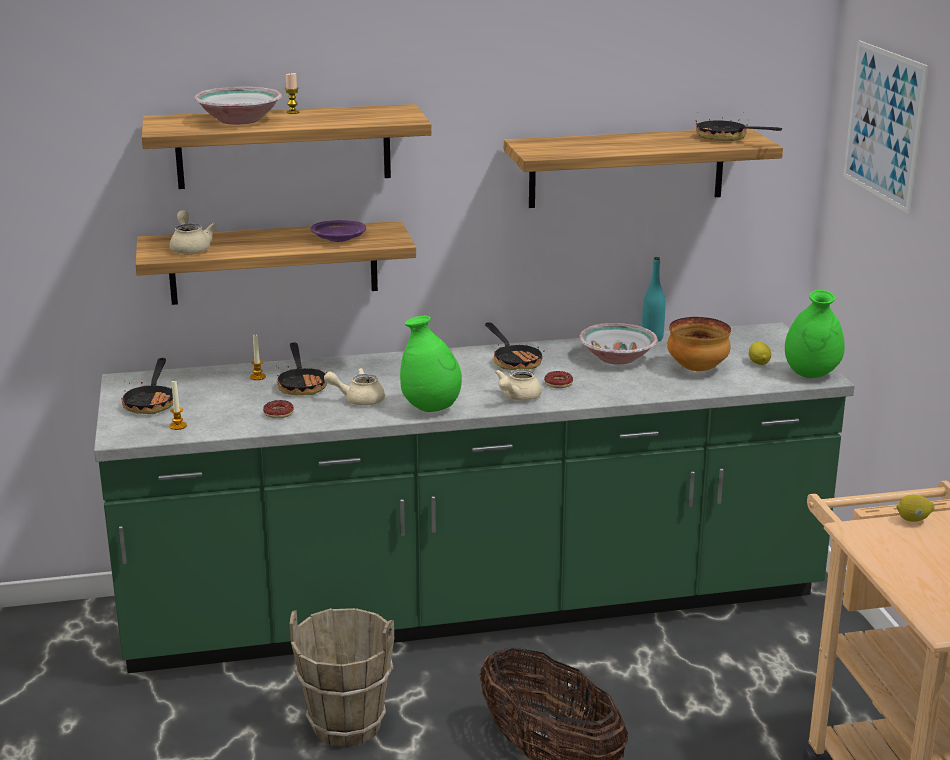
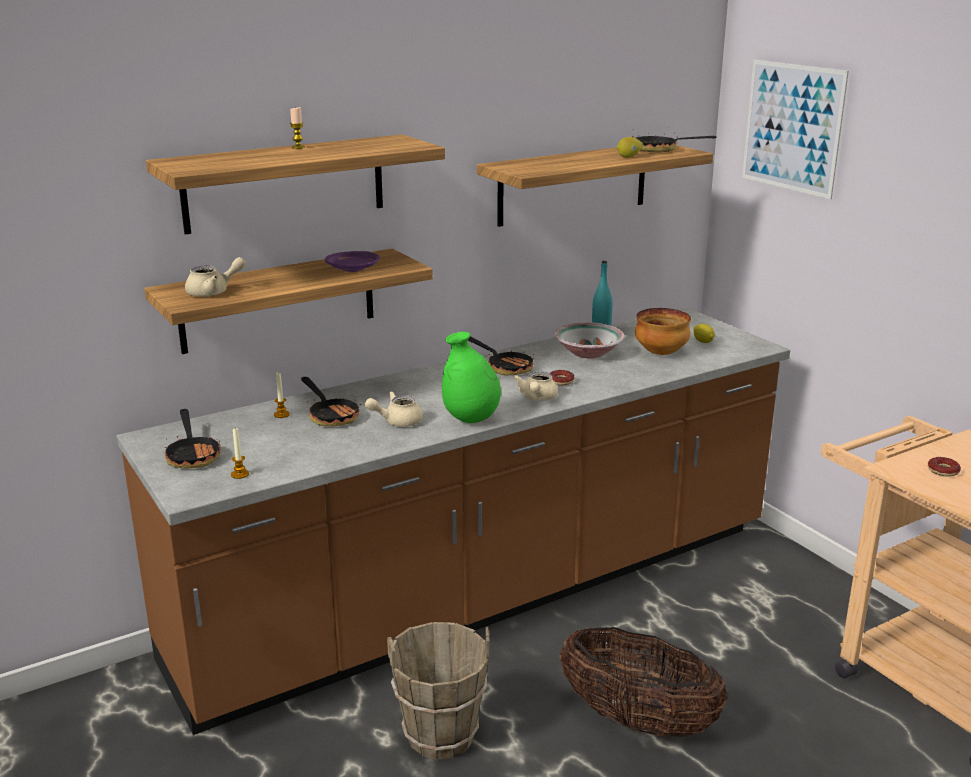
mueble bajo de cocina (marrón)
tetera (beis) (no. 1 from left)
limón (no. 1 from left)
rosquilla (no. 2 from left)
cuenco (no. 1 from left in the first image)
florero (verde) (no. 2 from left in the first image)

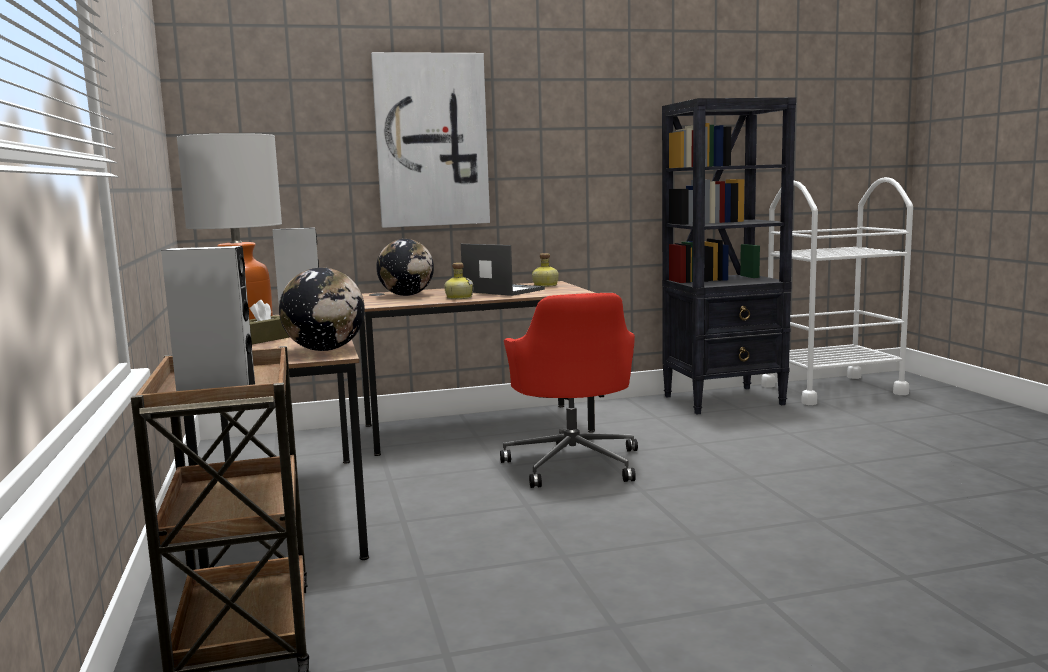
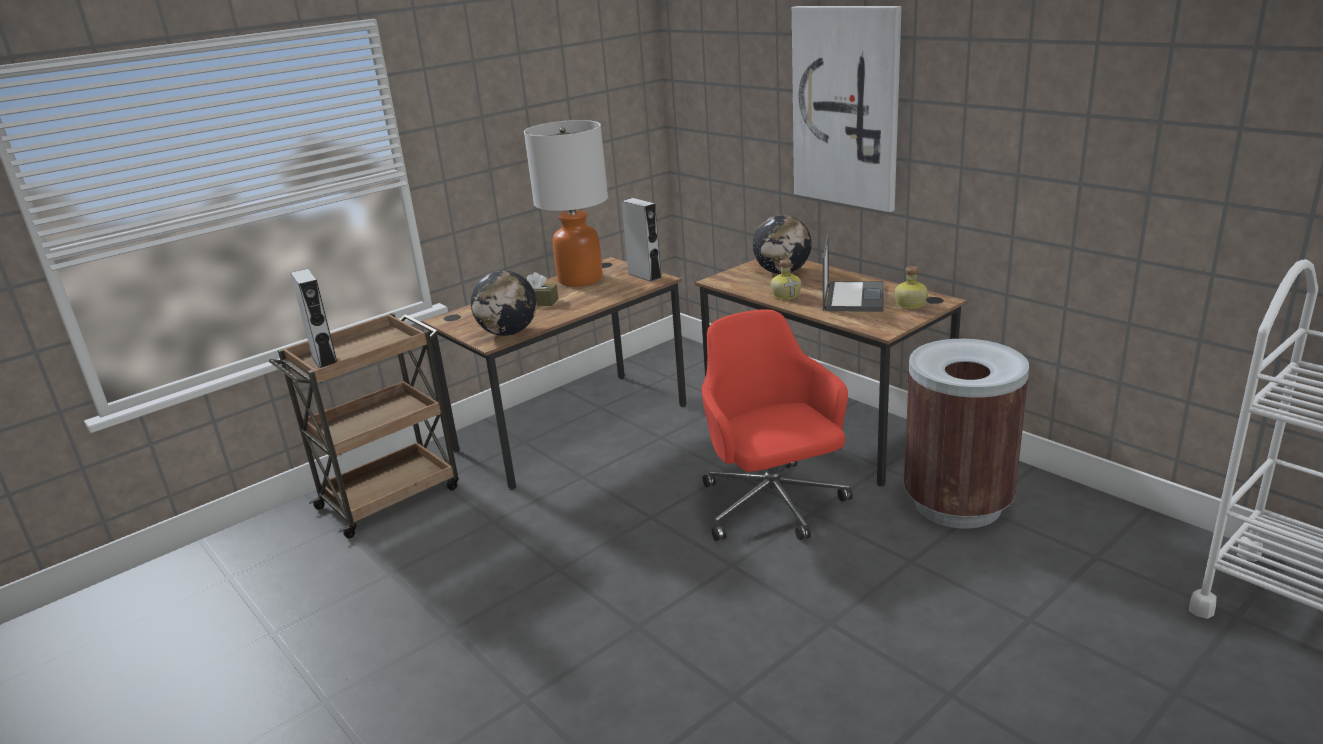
silla de oficina (rojo)
papelera (marrón)
estantería (negro)

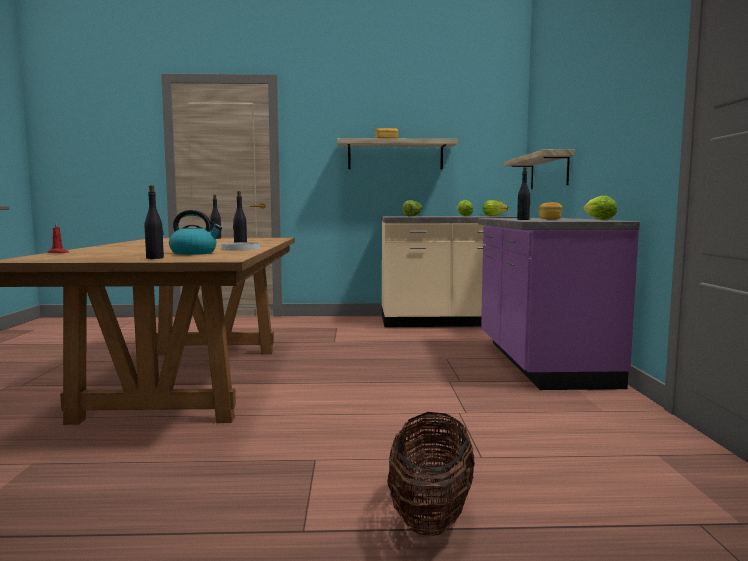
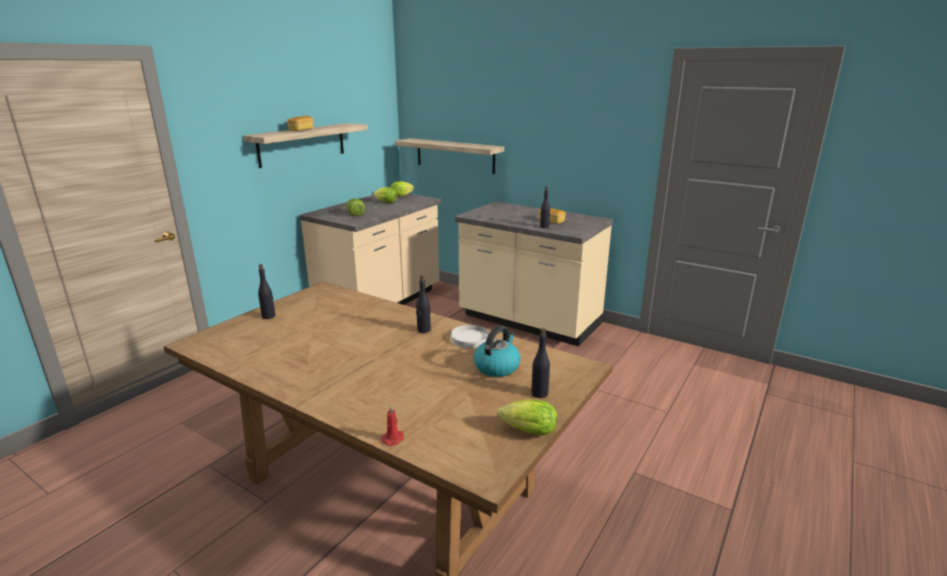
mueble bajo de cocina (beis) (no. 2 from left)
lechuga (no. 4 from left)
cesta

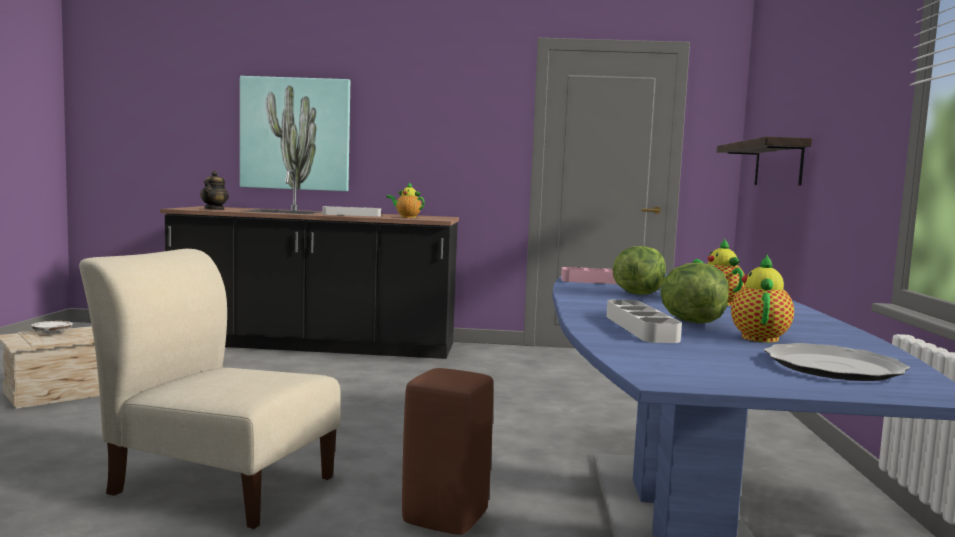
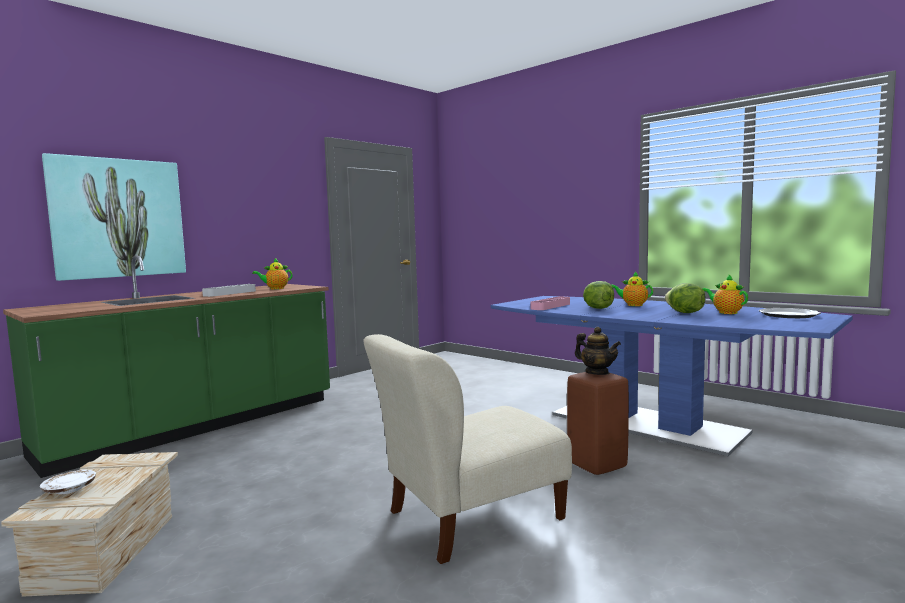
mueble bajo de cocina (verde)
tetera (no. 2 from left)
bandeja (gris) (no. 2 from left in the first image)
estante

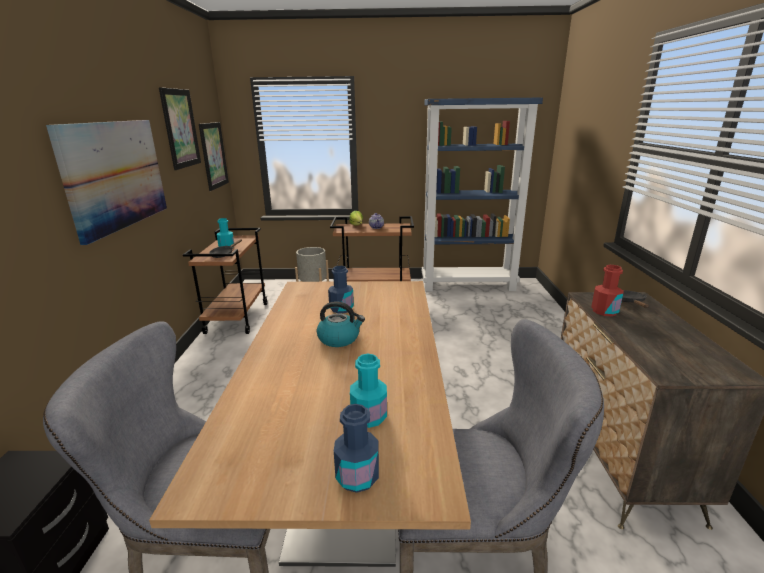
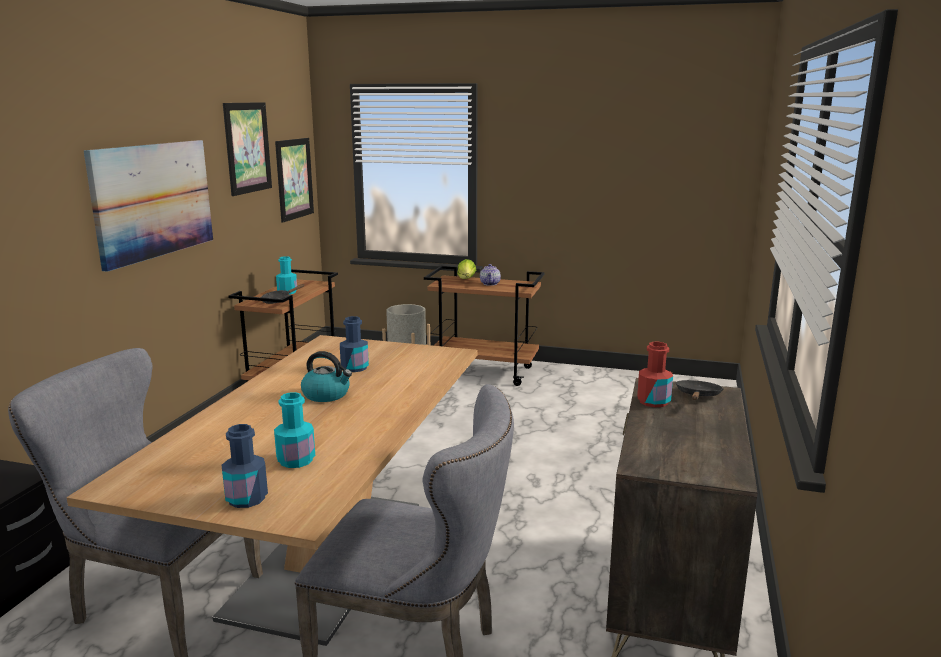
estantería (azul)

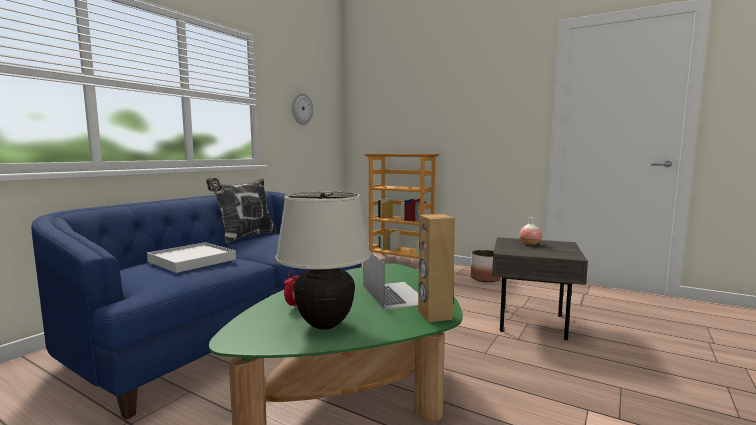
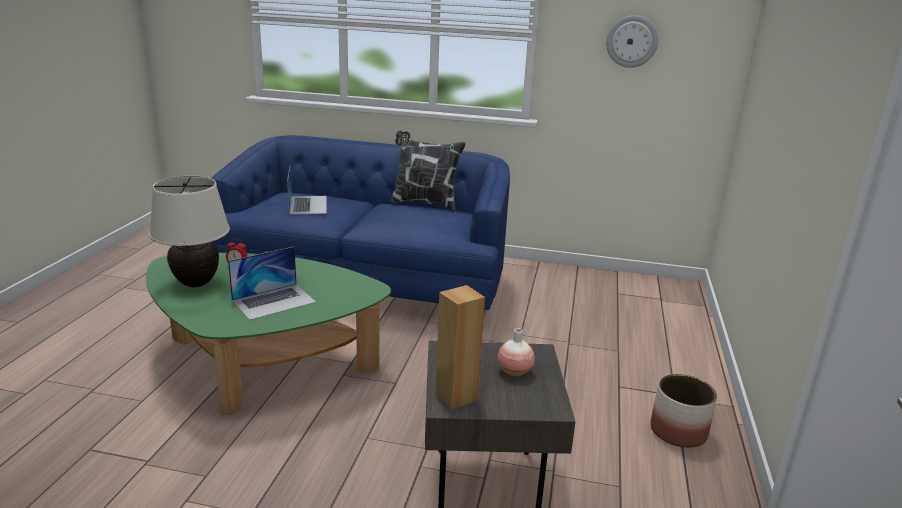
portátil (no. 2 from left)
altavoz (marrón)
estantería

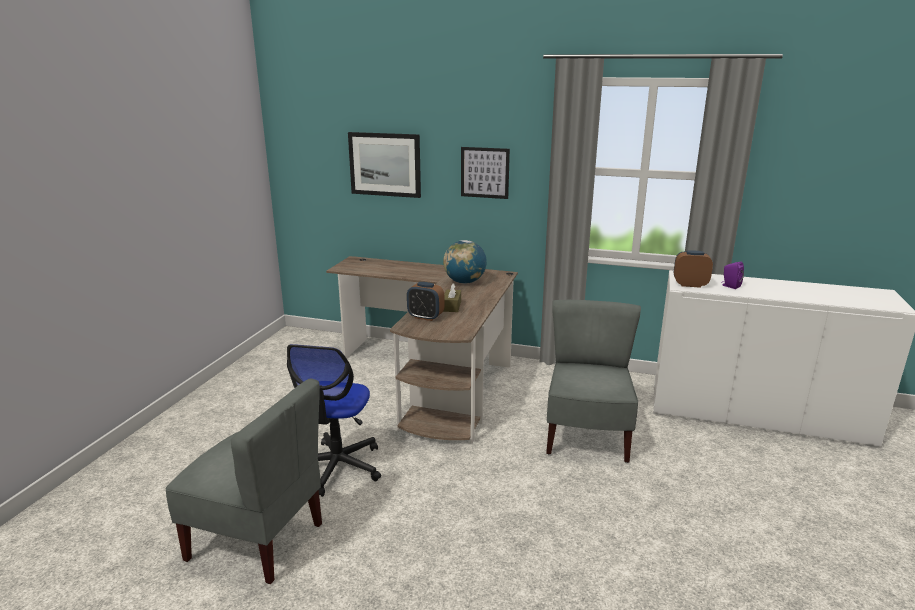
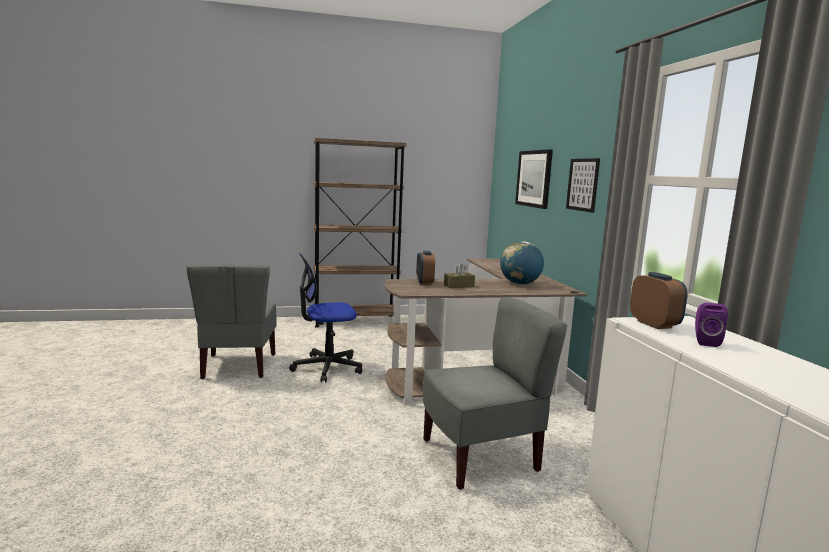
estantería (marrón)

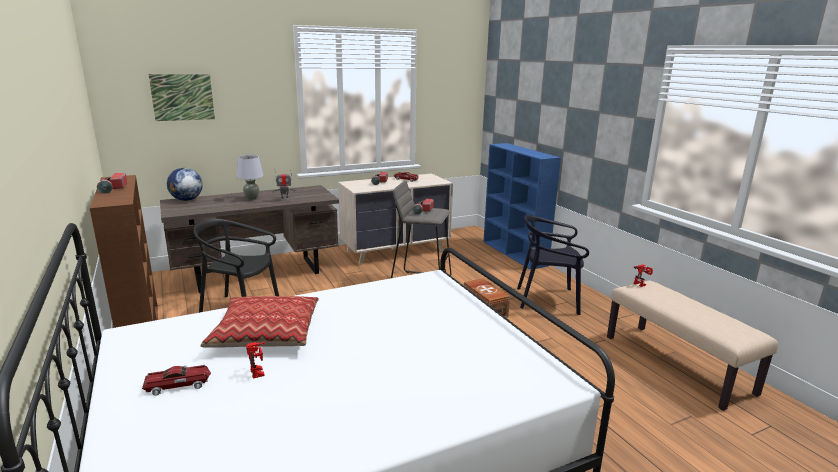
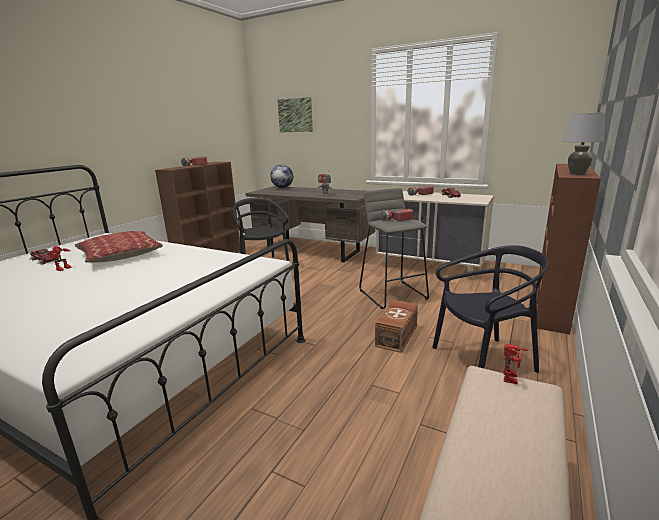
silla (negro) (no. 2 from left)
estantería (marrón) (no. 2 from left)
lámpara de mesa (gris)

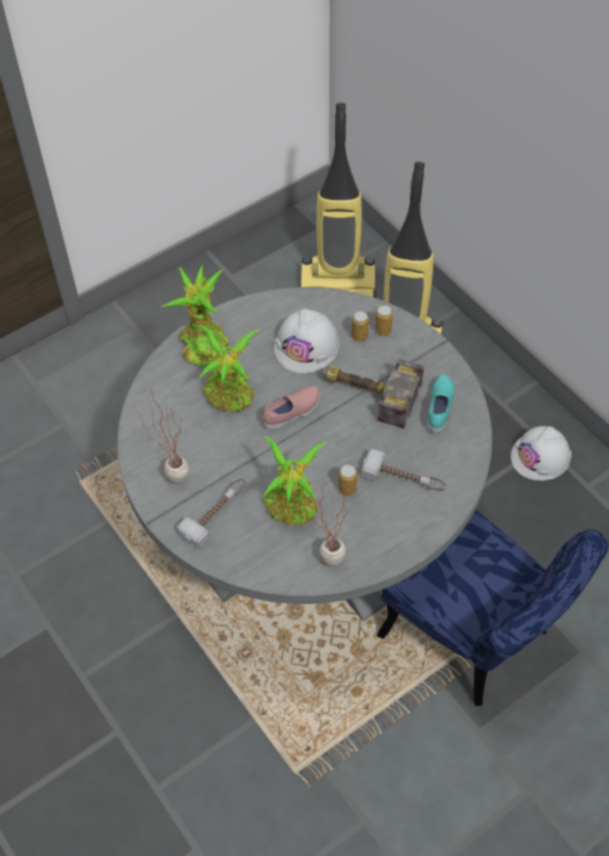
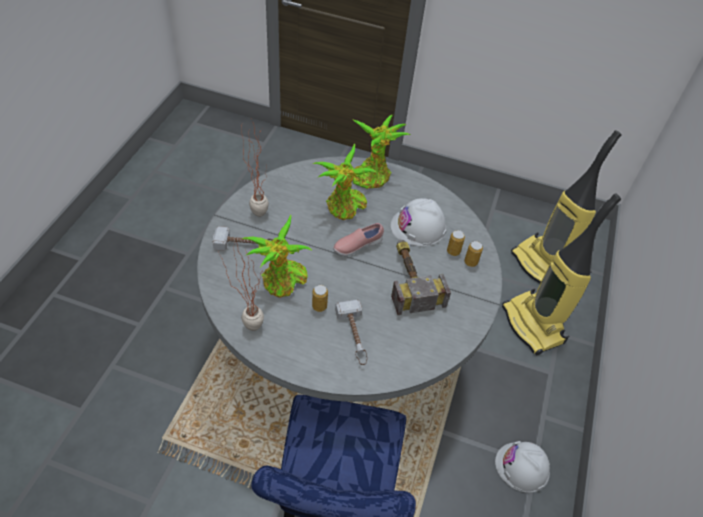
zapato (rosa)
zapato (turquesa)

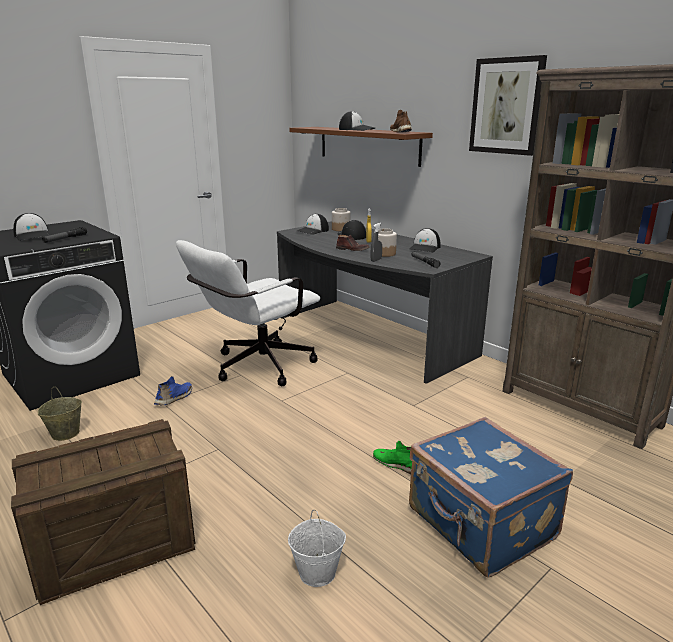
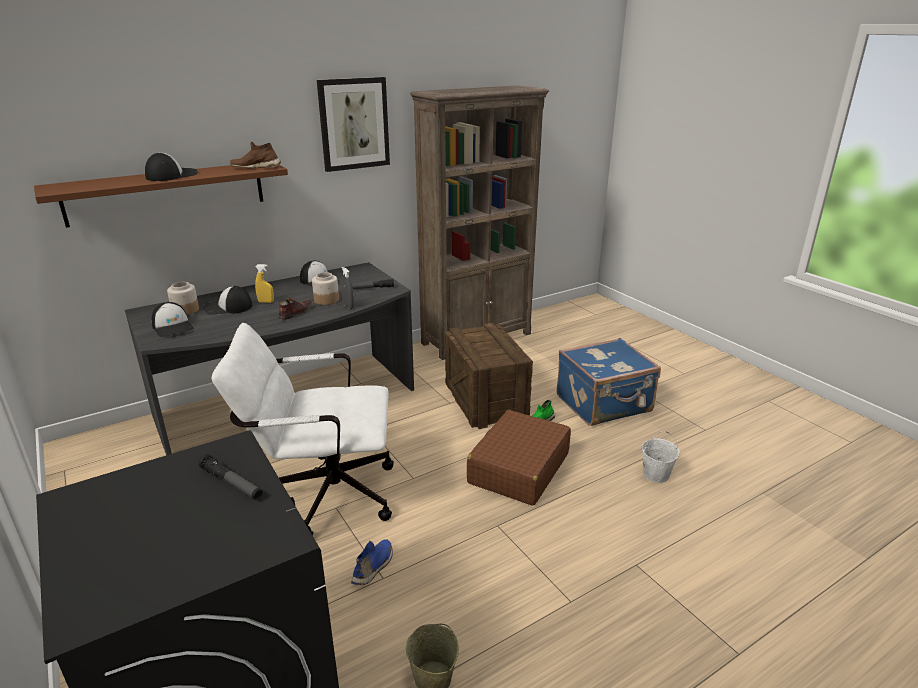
silla de oficina (blanco)
zapato (azul)
caja de embalaje
maleta (marrón)
gorra (no. 1 from left in the first image)

